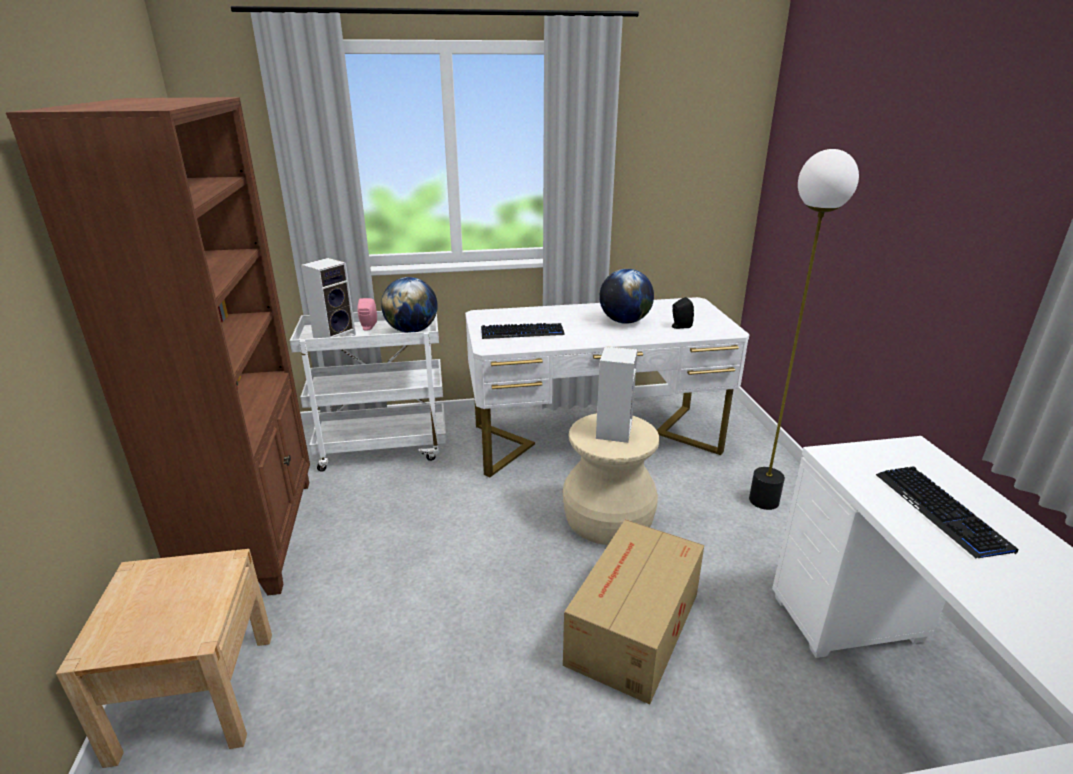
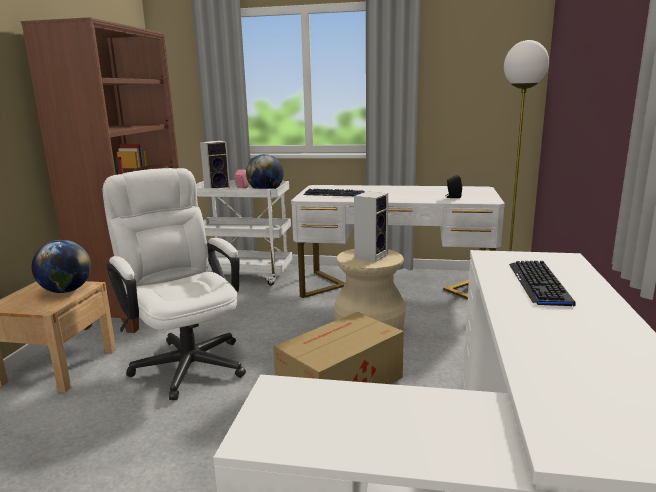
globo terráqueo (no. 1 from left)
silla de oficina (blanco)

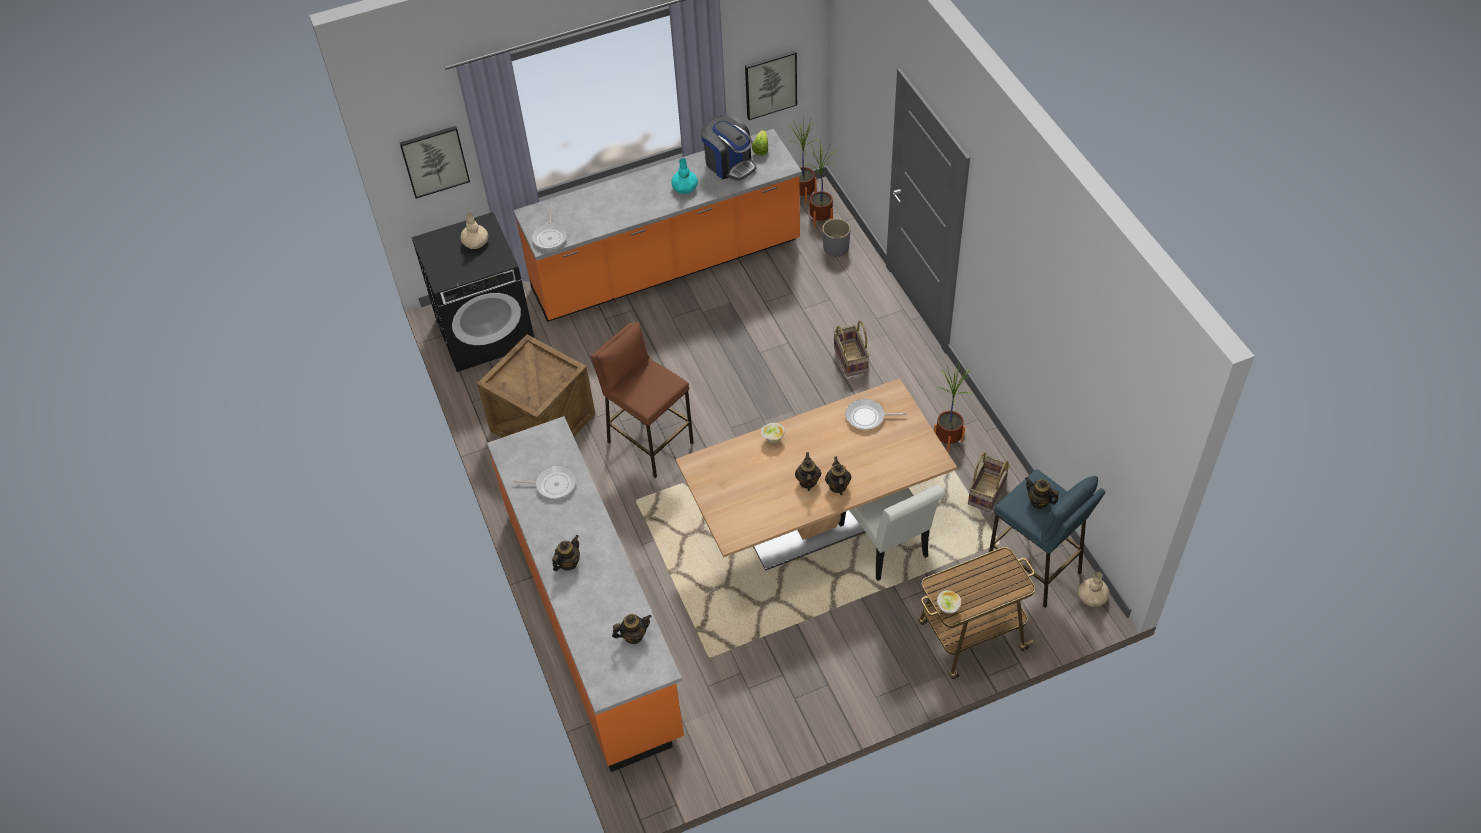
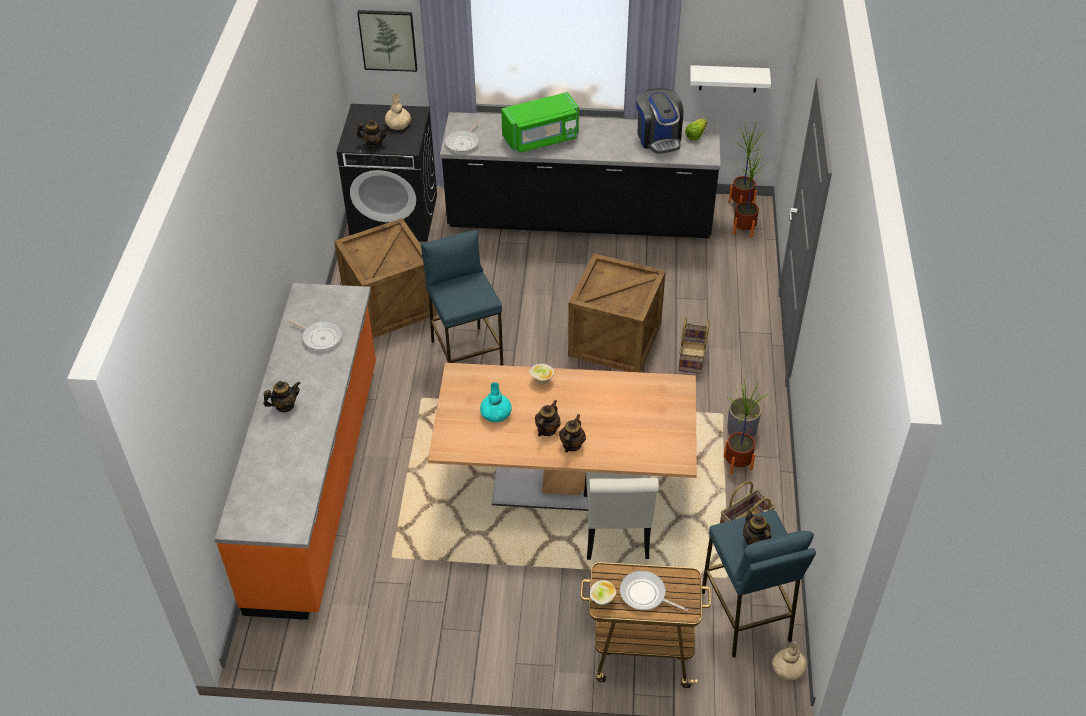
tetera (no. 2 from left)
taburete (azul) (no. 1 from left)
mueble bajo de cocina (negro)
florero (turquesa)
microondas (verde)
caja de embalaje (no. 2 from left)
sartén (no. 3 from left)
estante (blanco)
maceta (gris)

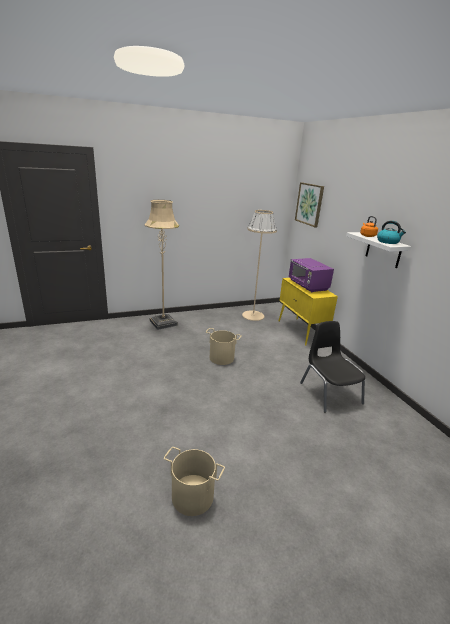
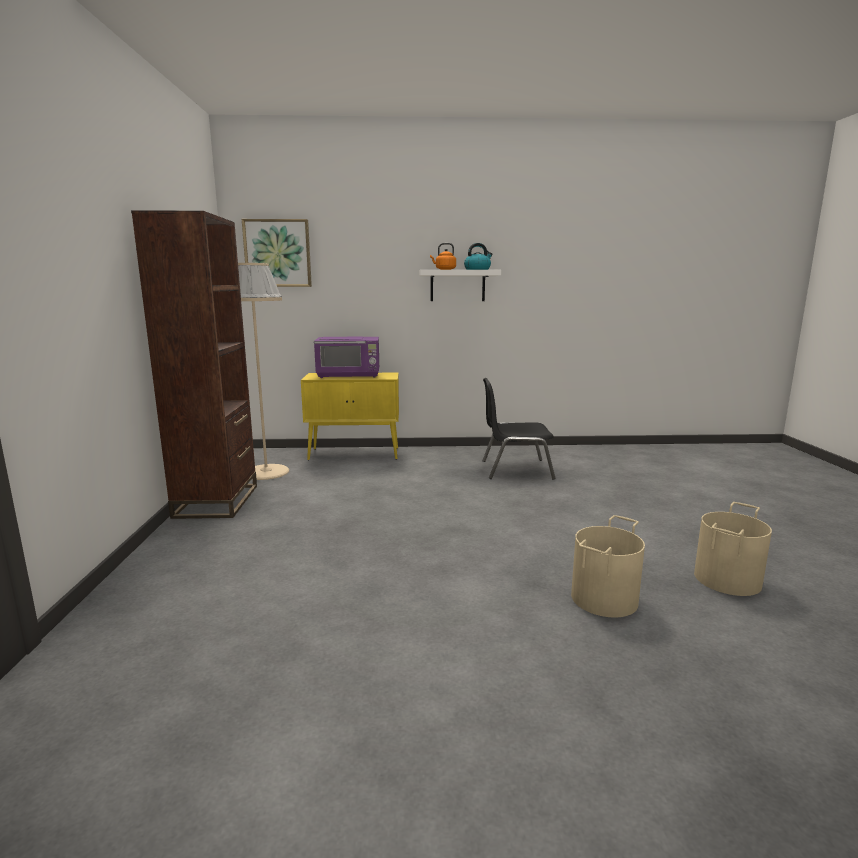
estantería (marrón)
cubo (beis) (no. 1 from left)
lámpara de pie (beis) (no. 1 from left in the first image)

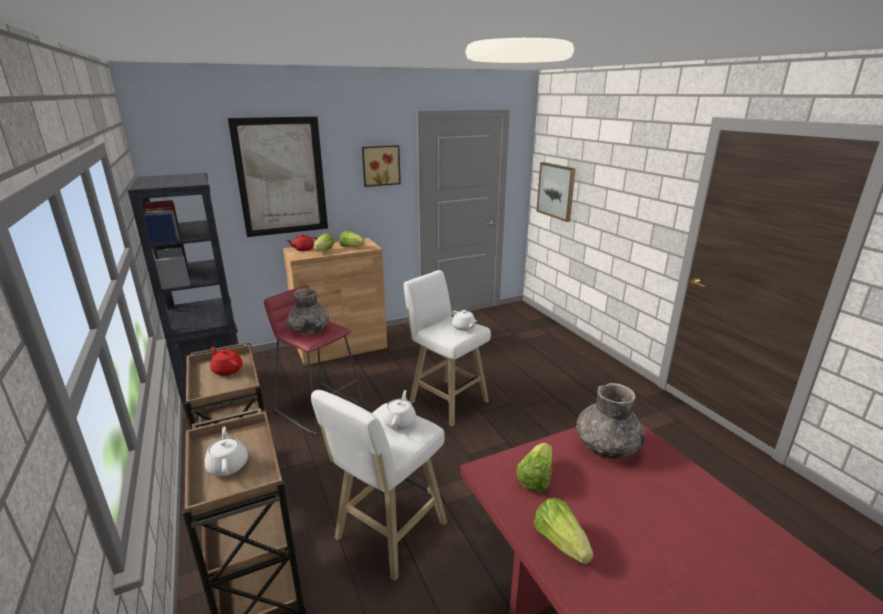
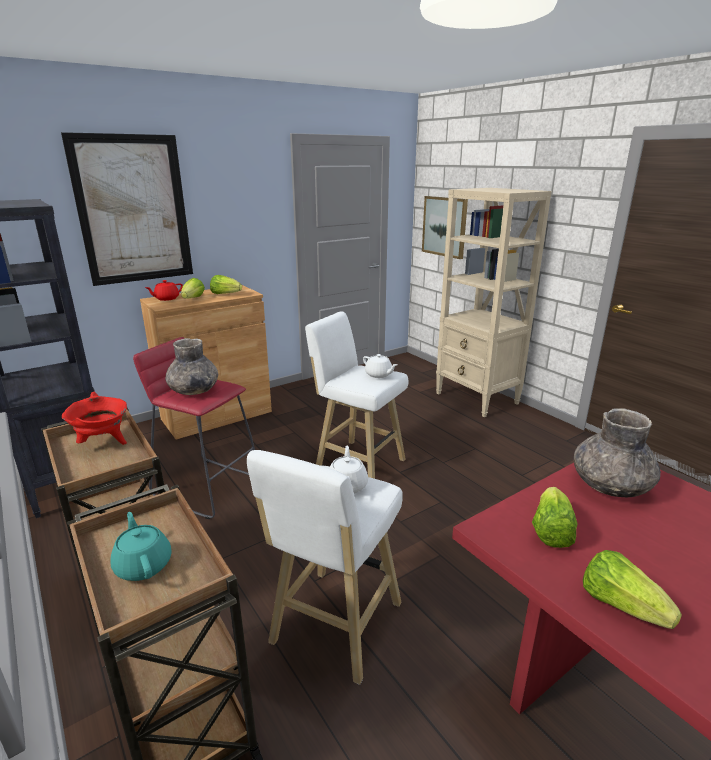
olla (rojo)
tetera (turquesa)
estantería (beis)
cuadro (no. 2 from left in the first image)

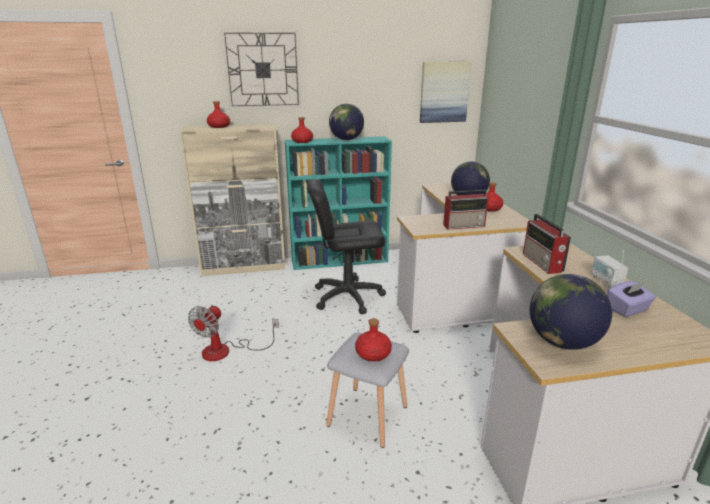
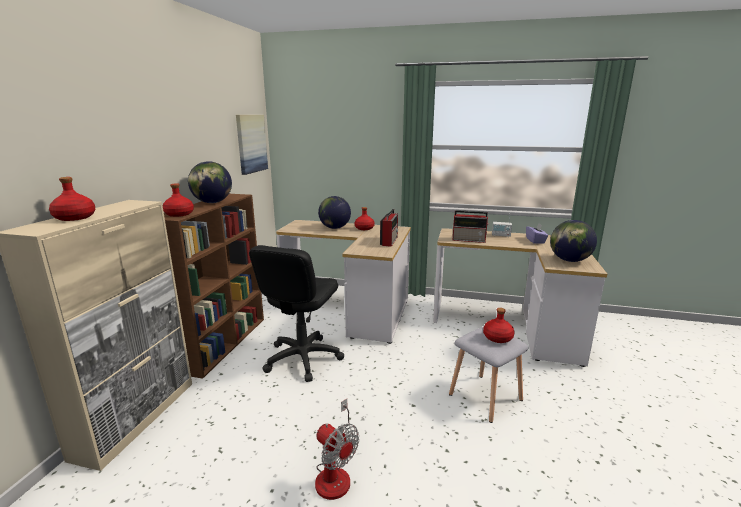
estantería (marrón)
reloj de pared

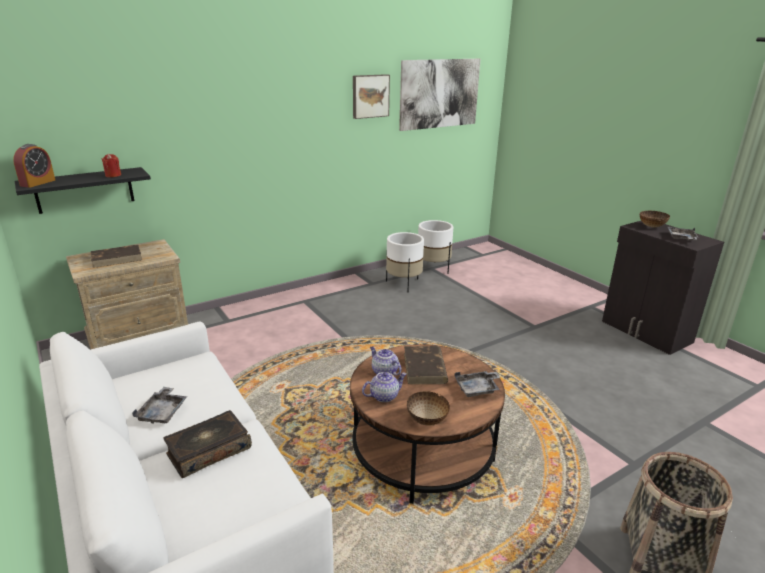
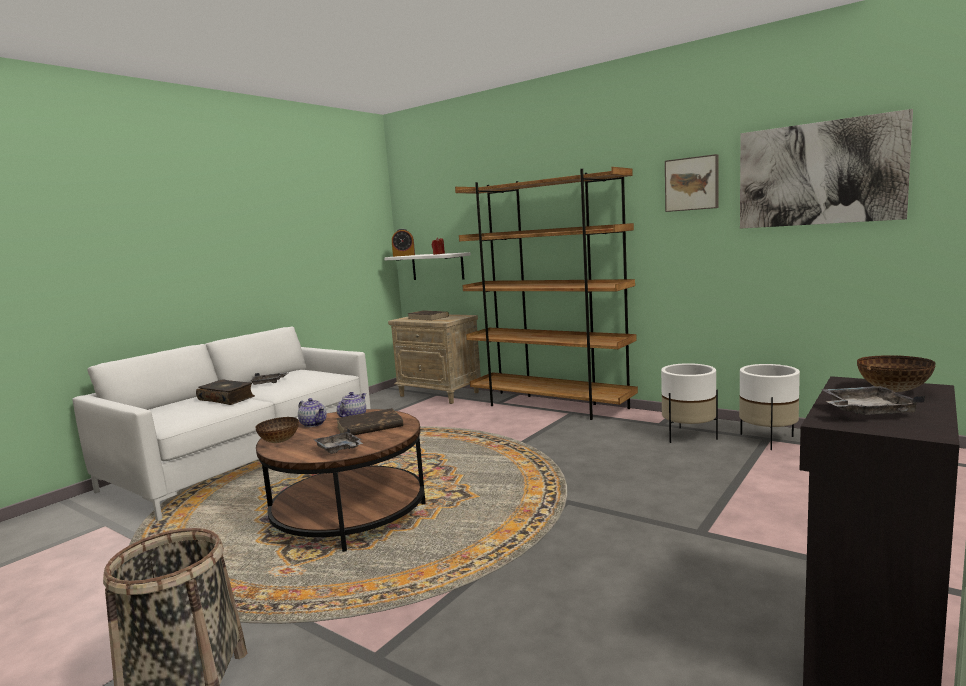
estante (blanco)
estantería (marrón)

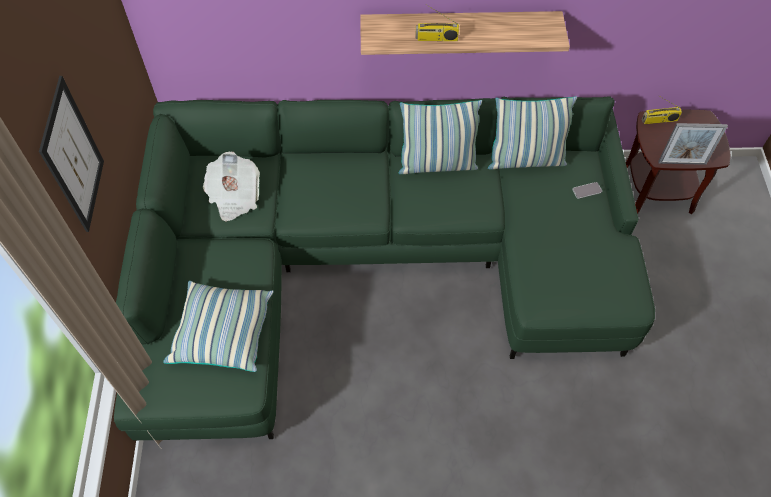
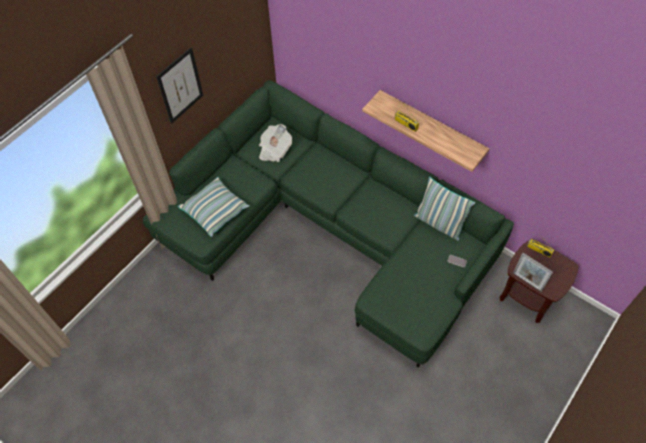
cojín (no. 2 from left in the first image)

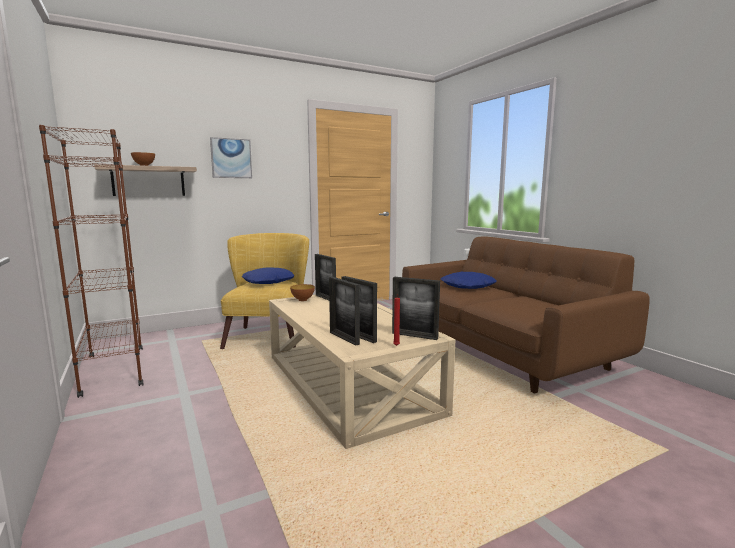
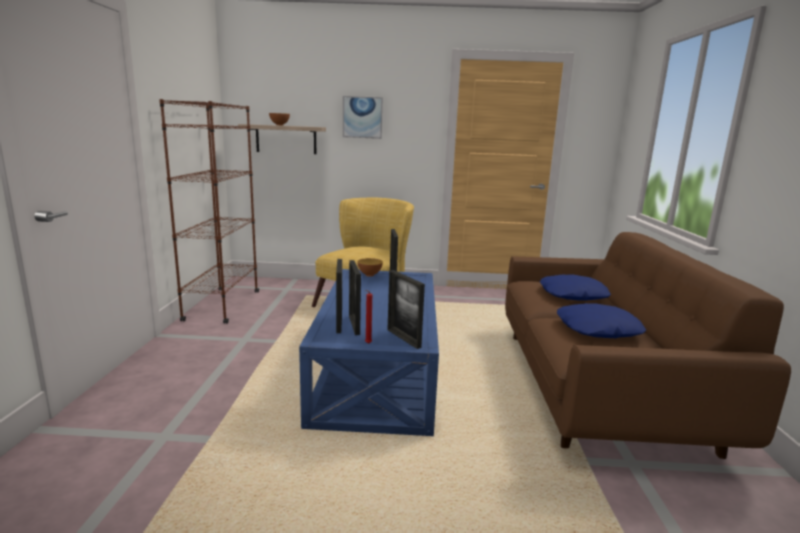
mesa de centro (azul)
cojín (azul) (no. 2 from left)

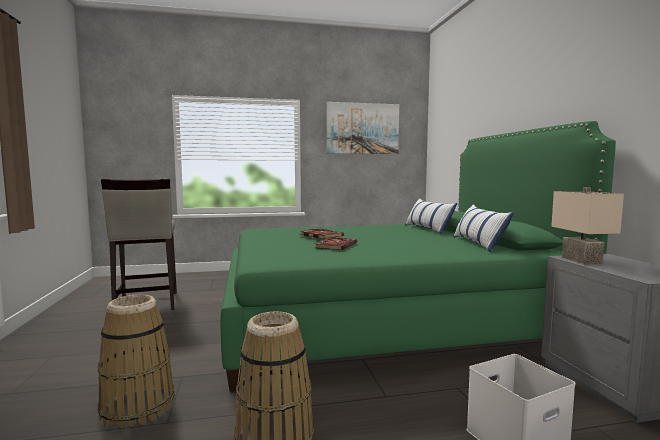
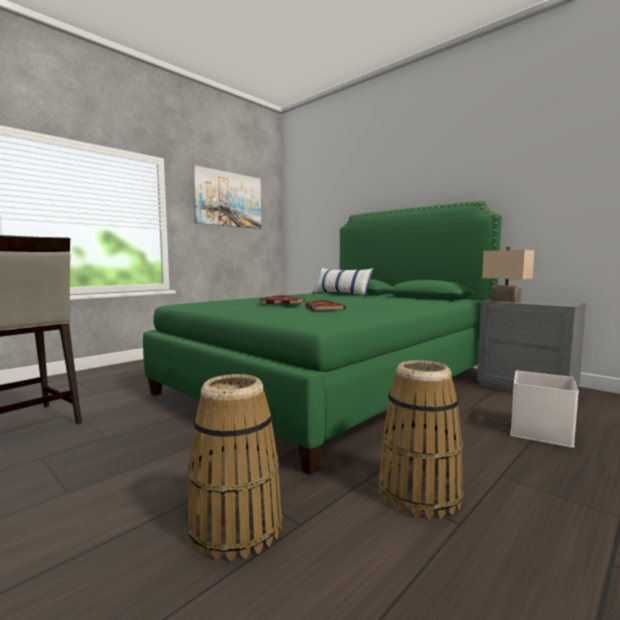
cojín (no. 2 from left in the first image)

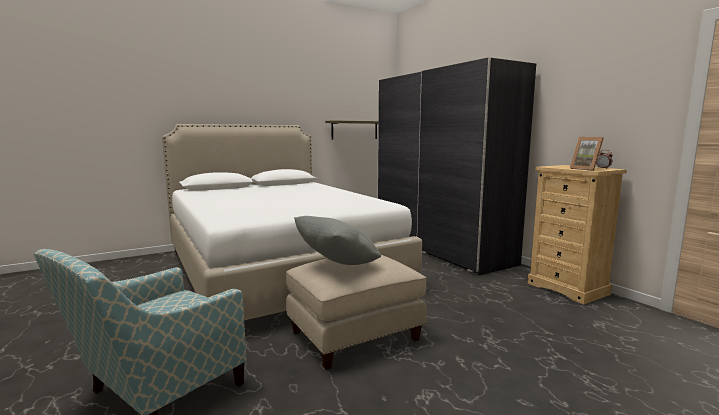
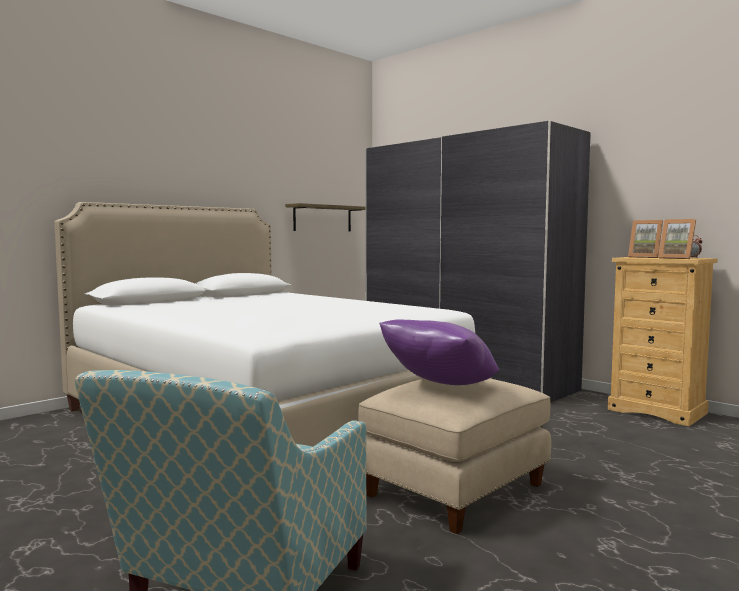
cojín (morado)
portarretratos (no. 1 from left)

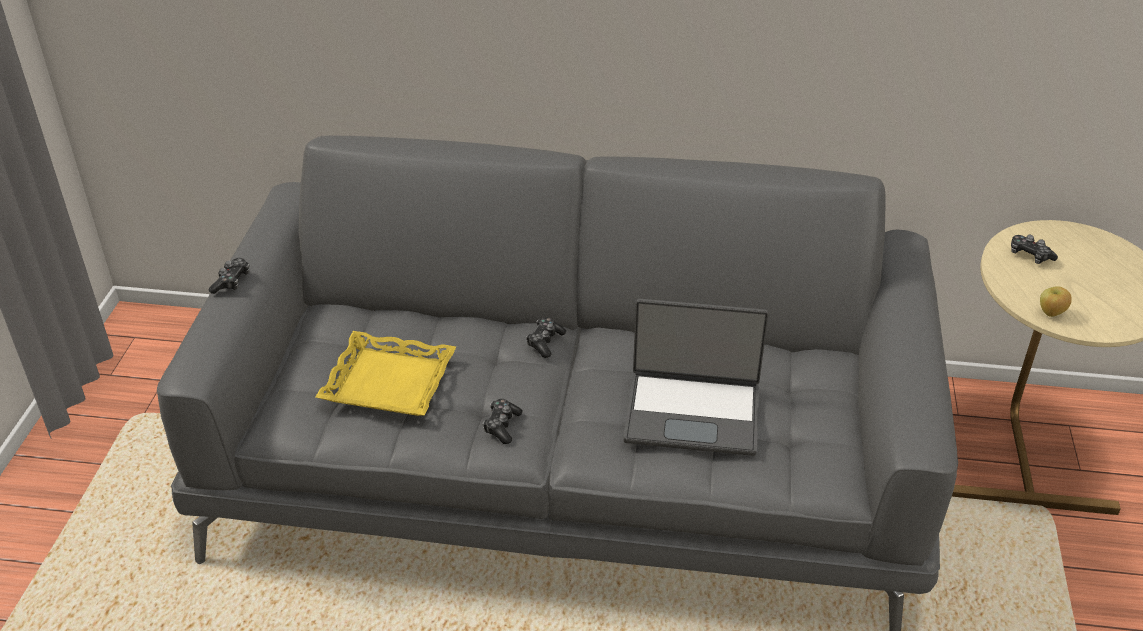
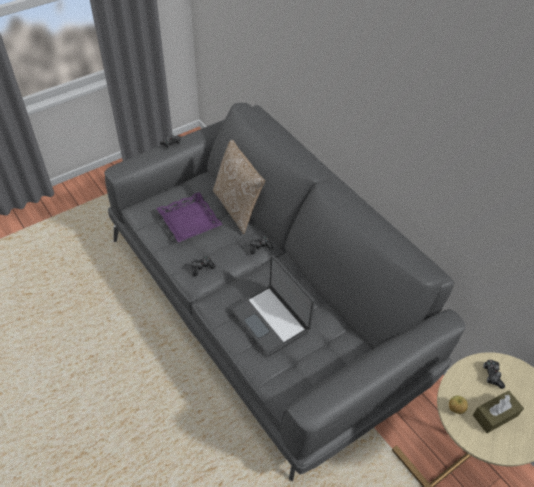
bandeja (morado)
cojín
caja de pañuelos (marrón)

